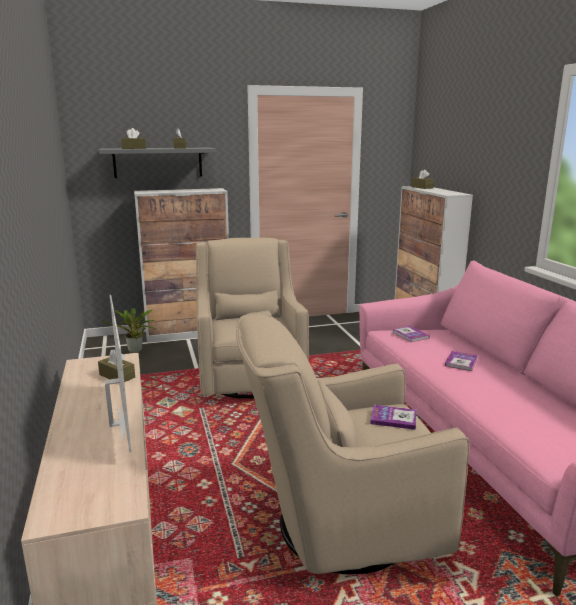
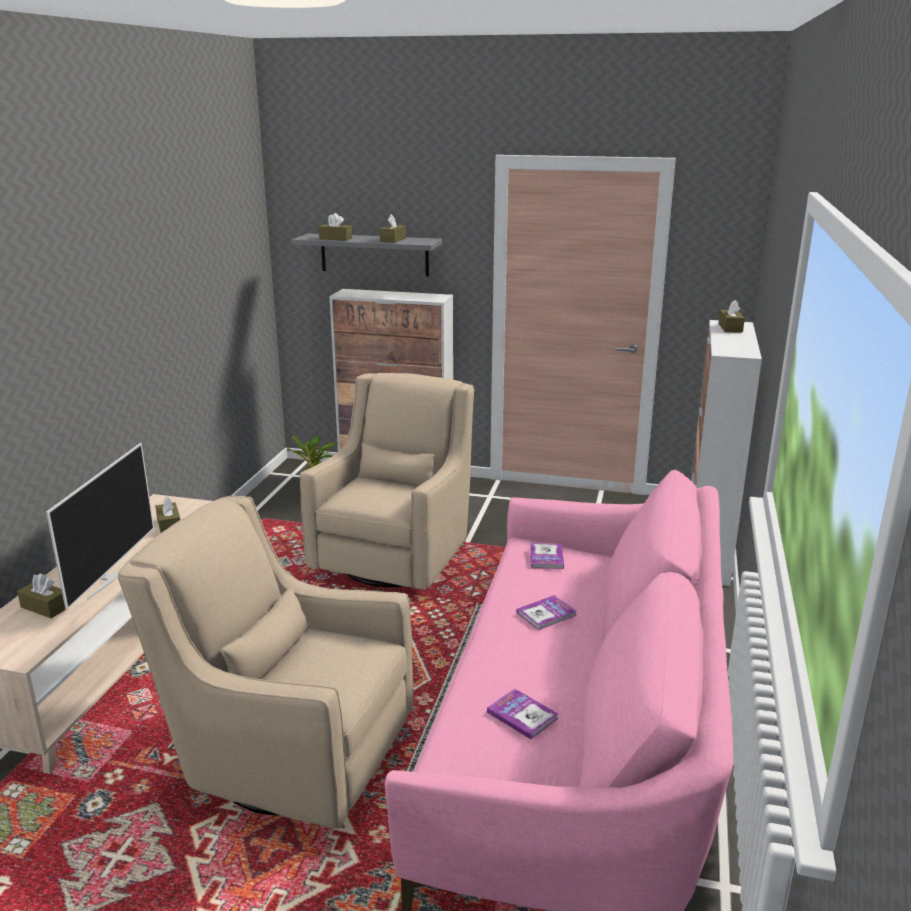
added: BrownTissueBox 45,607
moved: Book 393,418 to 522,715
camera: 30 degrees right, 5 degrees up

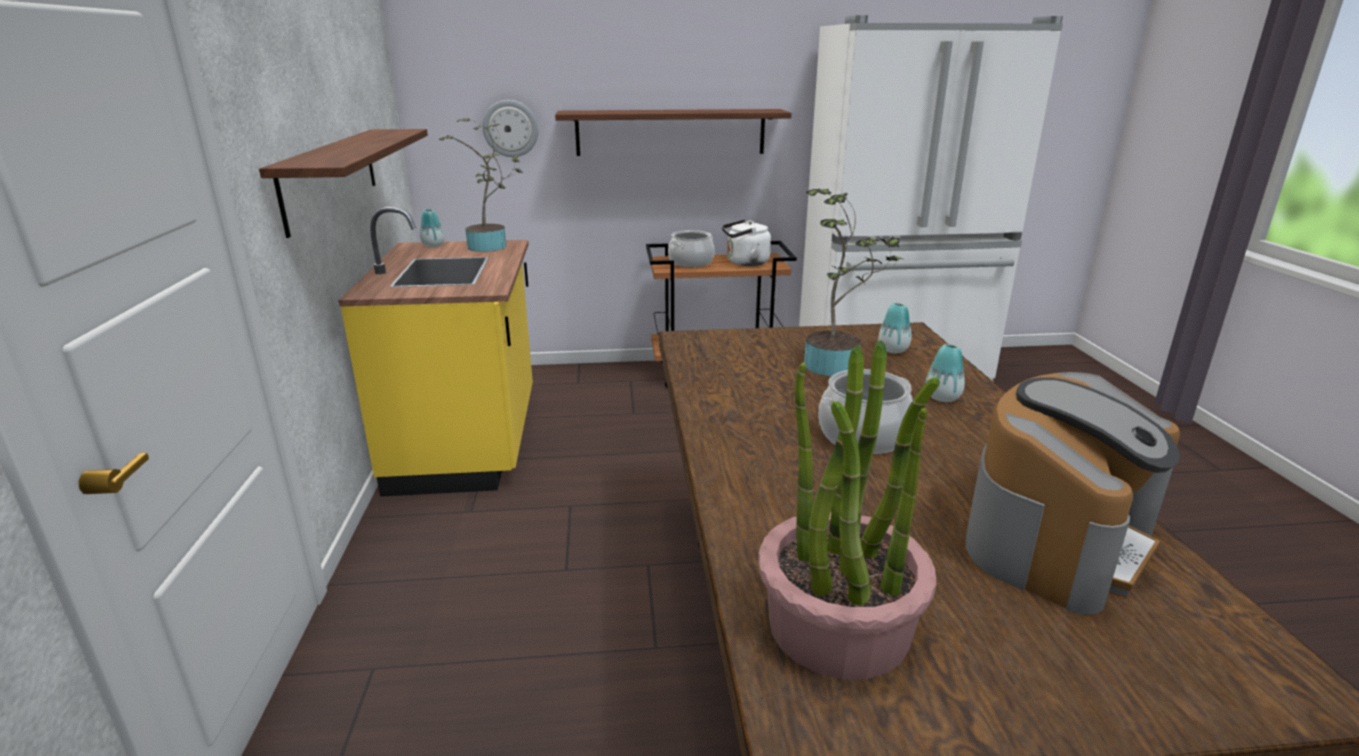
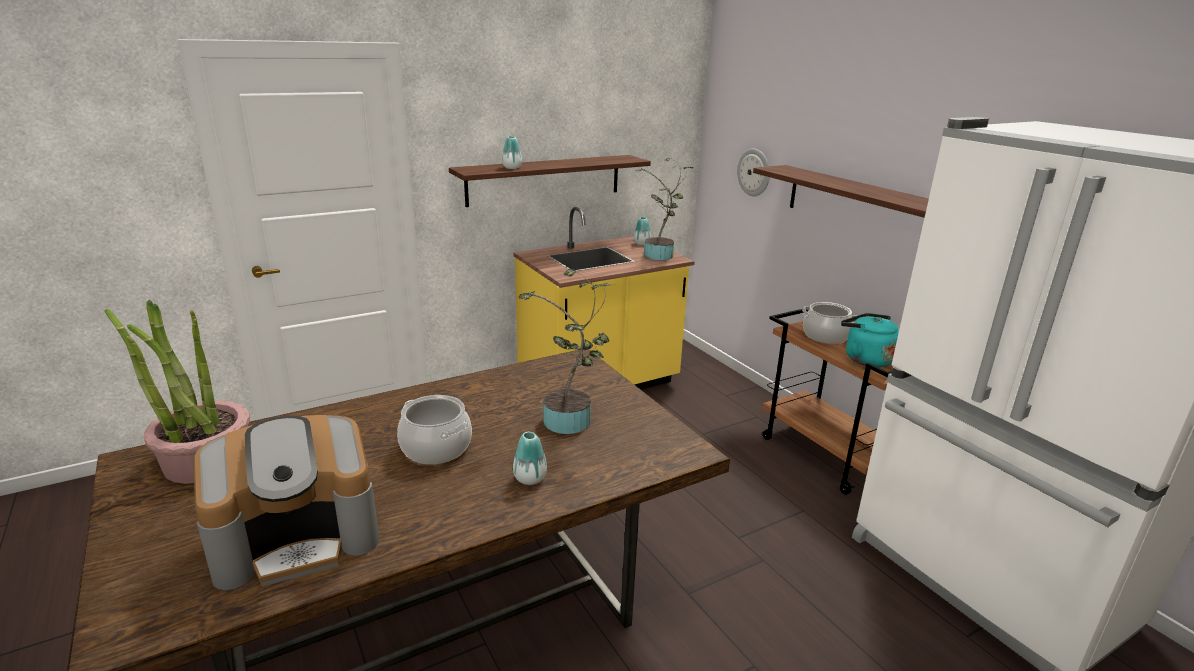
moved: Vase 893,350 to 512,168
recoloured: WhiteKettle 745,263 to TurquoiseKettle 865,359
turned: CoffeeMachine 1057,539 = 298,537 45 degrees counterclockwise
camera: 65 degrees right, 0 degrees up

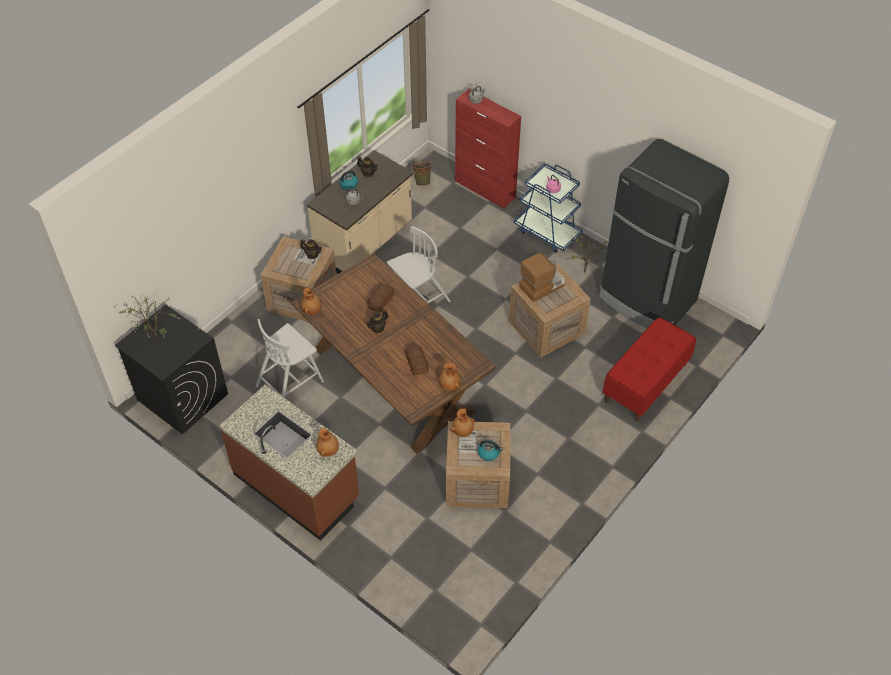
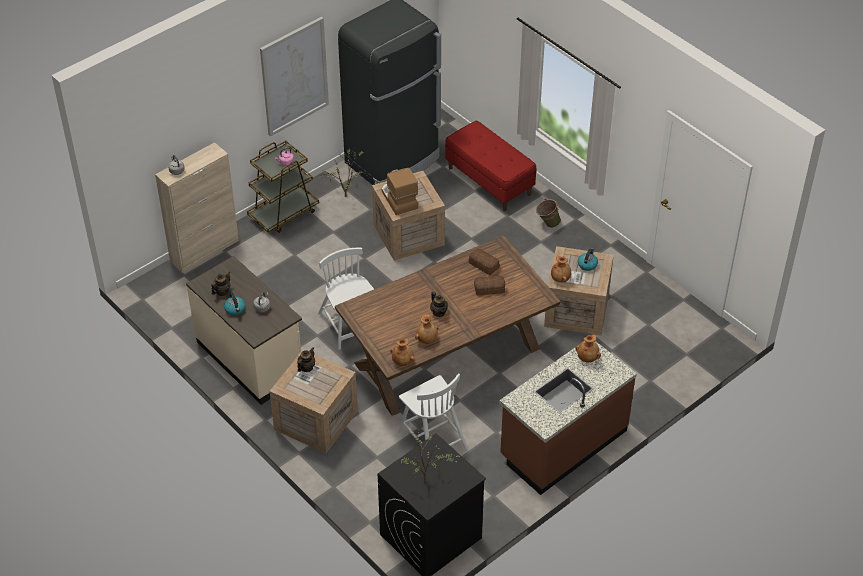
added: Picture 294,76
moved: BrownVase 449,385 to 427,339; Bread 380,301 to 484,265; GreenBucket 422,181 to 547,223
recoloured: RedCabinet 485,189 to BeigeCabinet 205,250; BlueCart 547,232 to BrownCart 284,213
camera: 80 degrees left, 5 degrees down

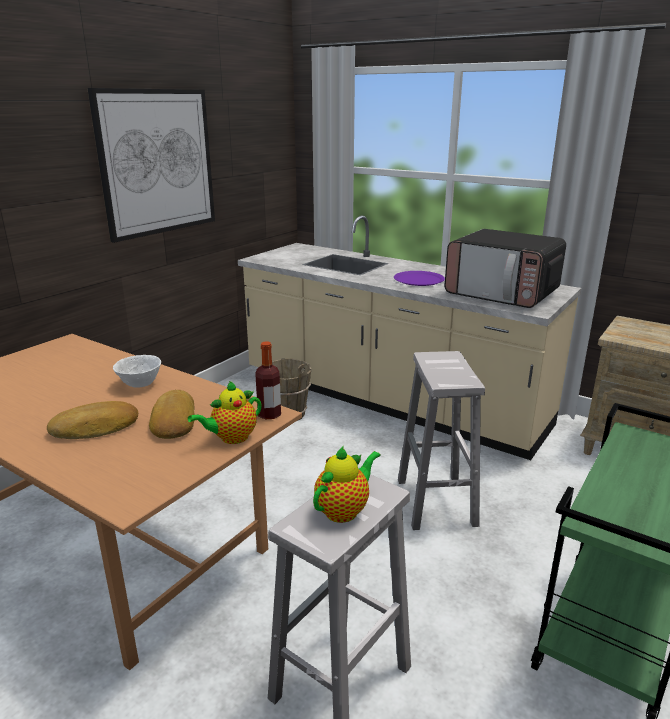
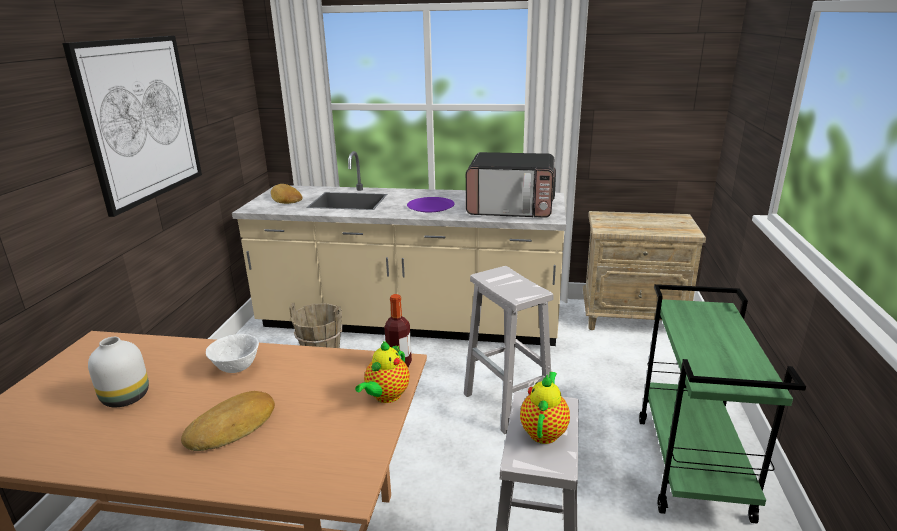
added: WhiteVase 126,398
moved: Bread 172,421 to 285,199
camera: 25 degrees left, 0 degrees up

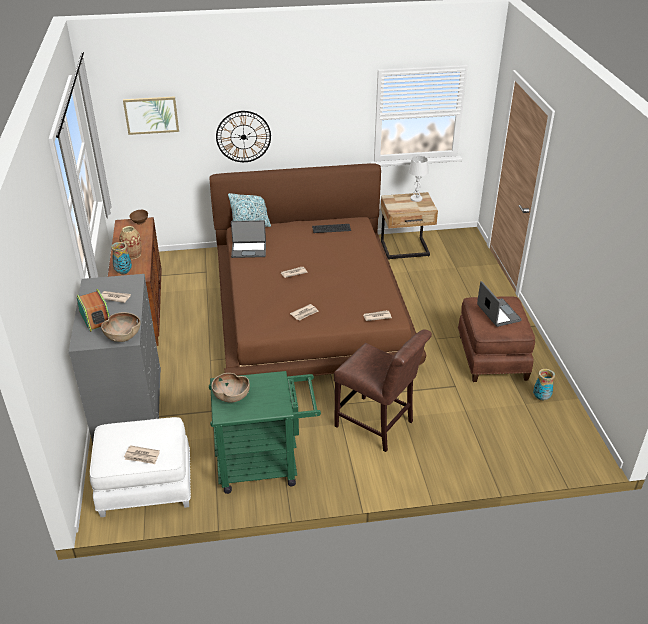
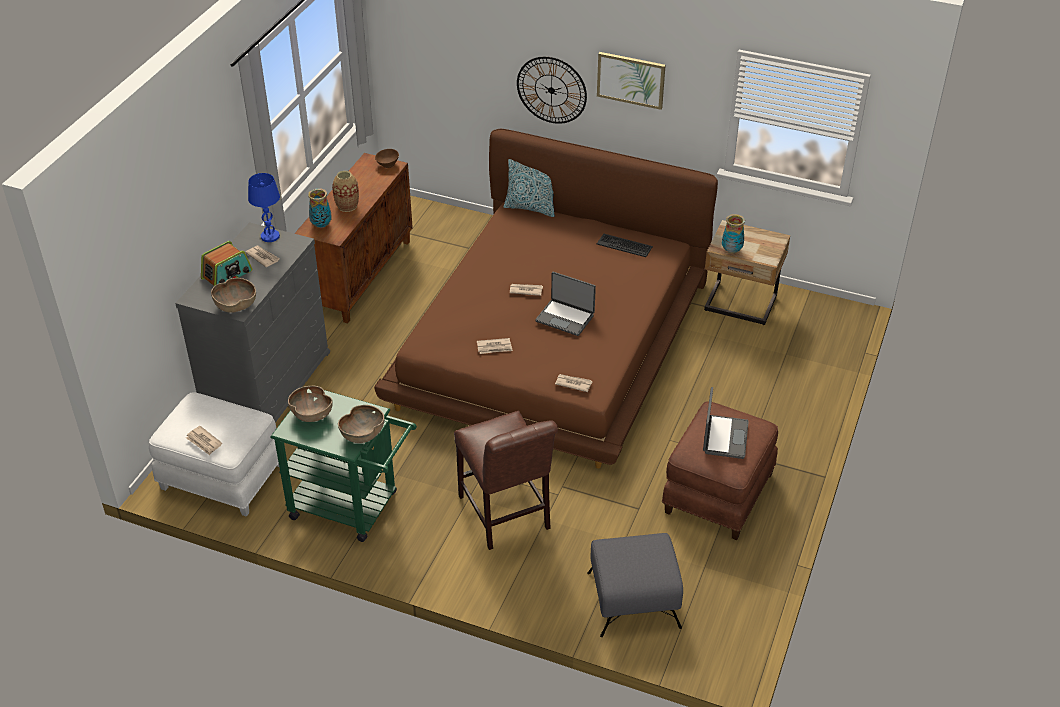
removed: WhiteTableLamp 416,198
added: BlueTableLamp 270,236; BrownBowl 363,434; GreyOttoman 632,599
moved: Laptop 249,250 to 565,317; Picture 151,115 to 631,79; Vase 541,398 to 731,250
turned: Radio 96,318 = 227,275 45 degrees clockwise
camera: 30 degrees right, 5 degrees up

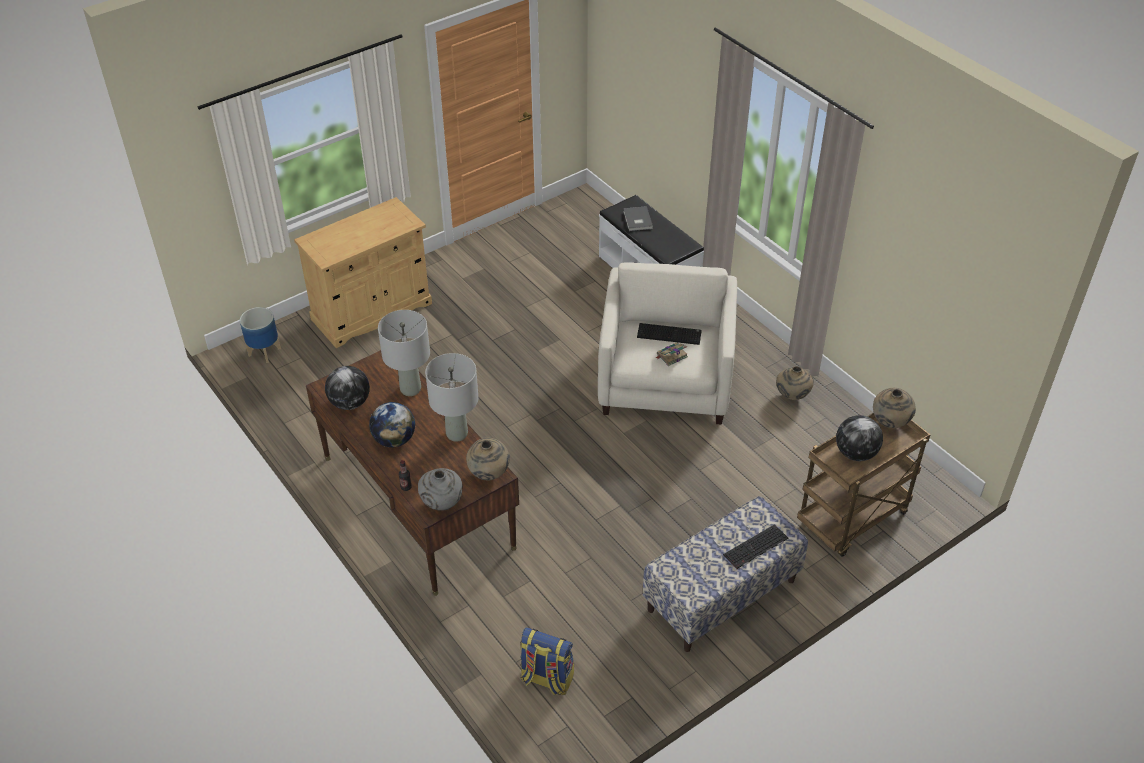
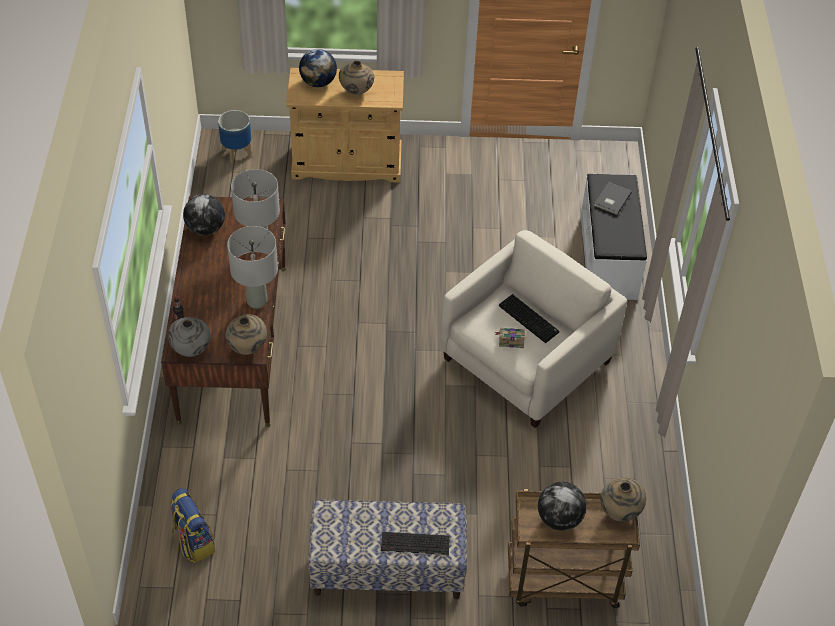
moved: Globe 394,440 to 318,82; BeigeVase 792,397 to 356,92
camera: 35 degrees right, 5 degrees up

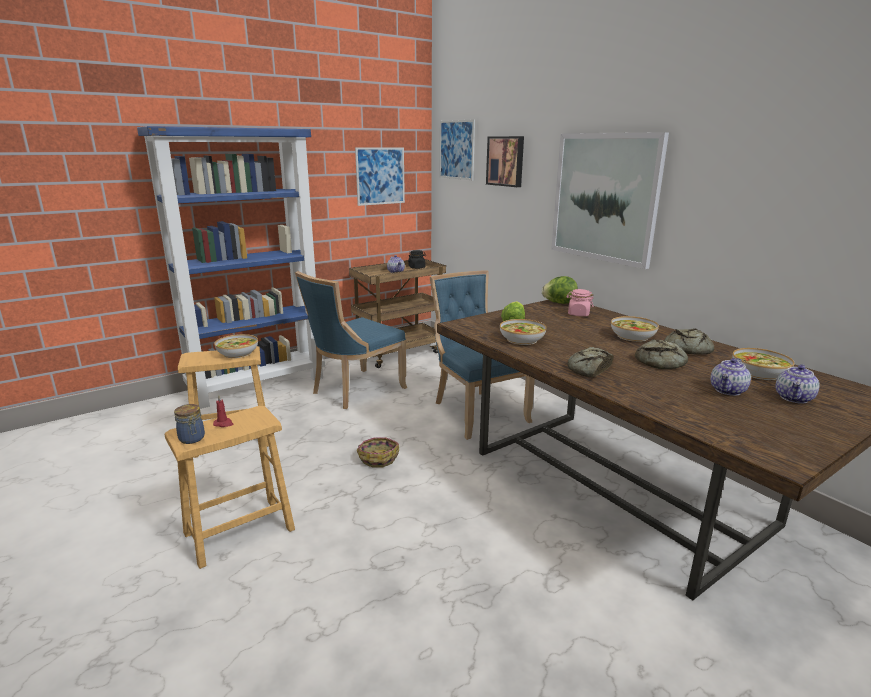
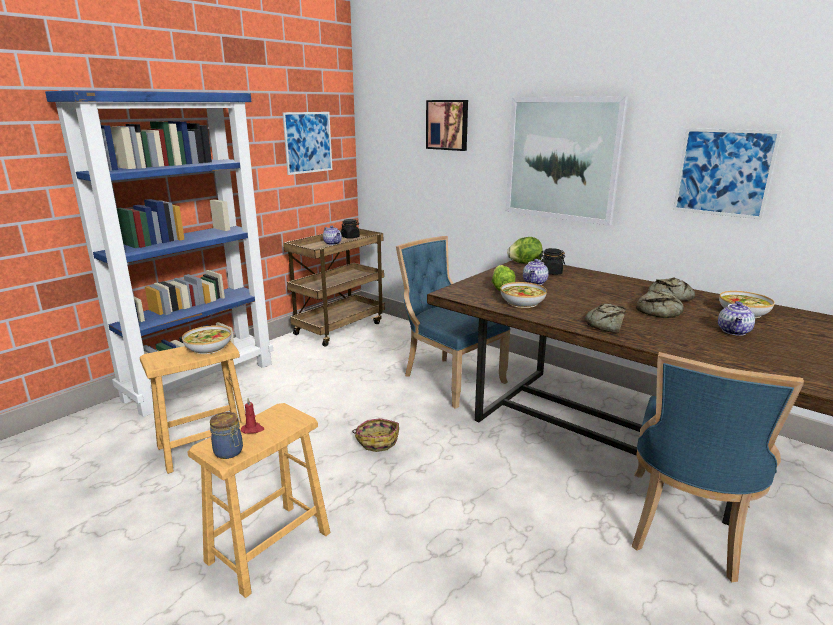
removed: Bowl 632,336
moved: Teapot 794,398 to 535,282; BlueChair 354,390 to 685,527; Picture 456,150 to 723,172
recoloured: PinkJar 578,314 to BlackJar 550,272
camera: 15 degrees left, 0 degrees up

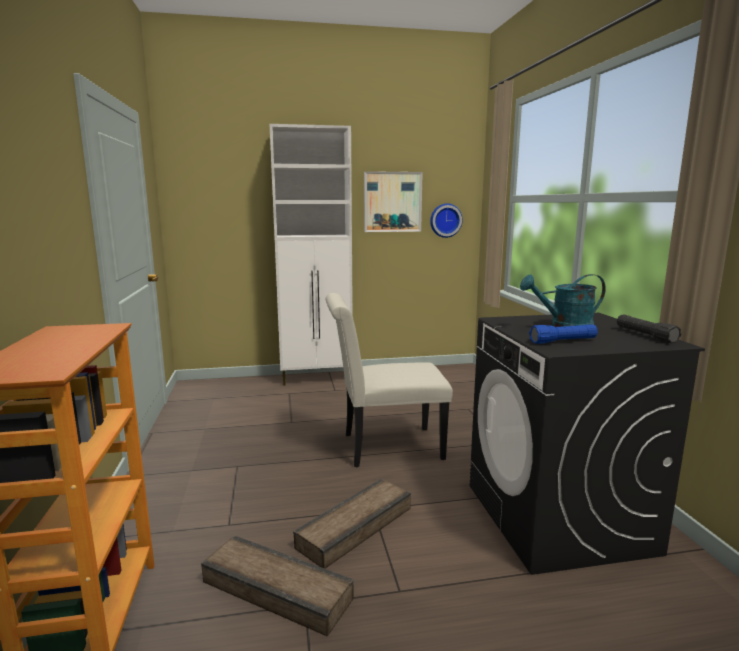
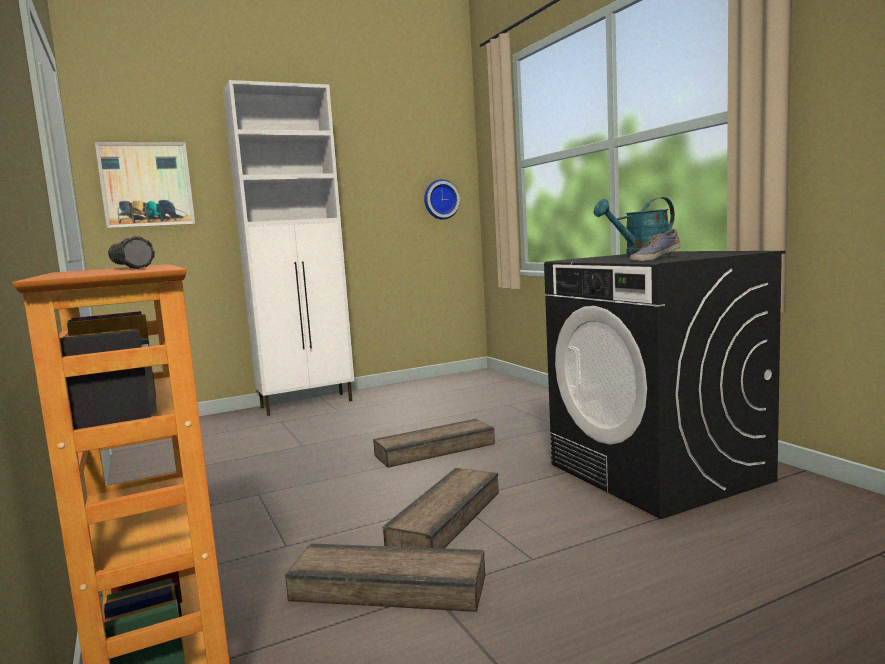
moved: Picture 392,202 to 146,184; BlackFlashlight 645,335 to 130,268
replaced: WhiteChair 385,447 to Crate 434,449; BlueFlashlight 563,341 to Shoe 654,259
camera: 15 degrees left, 5 degrees down

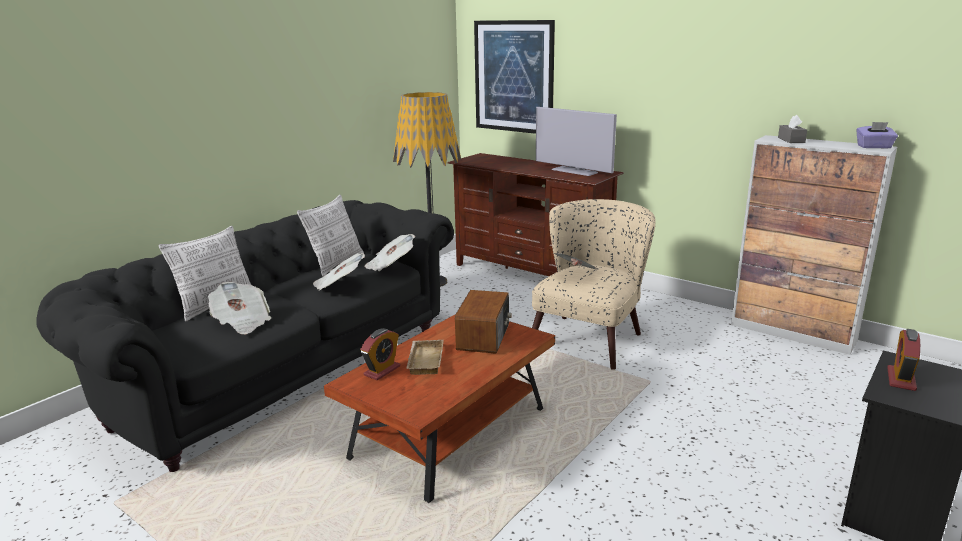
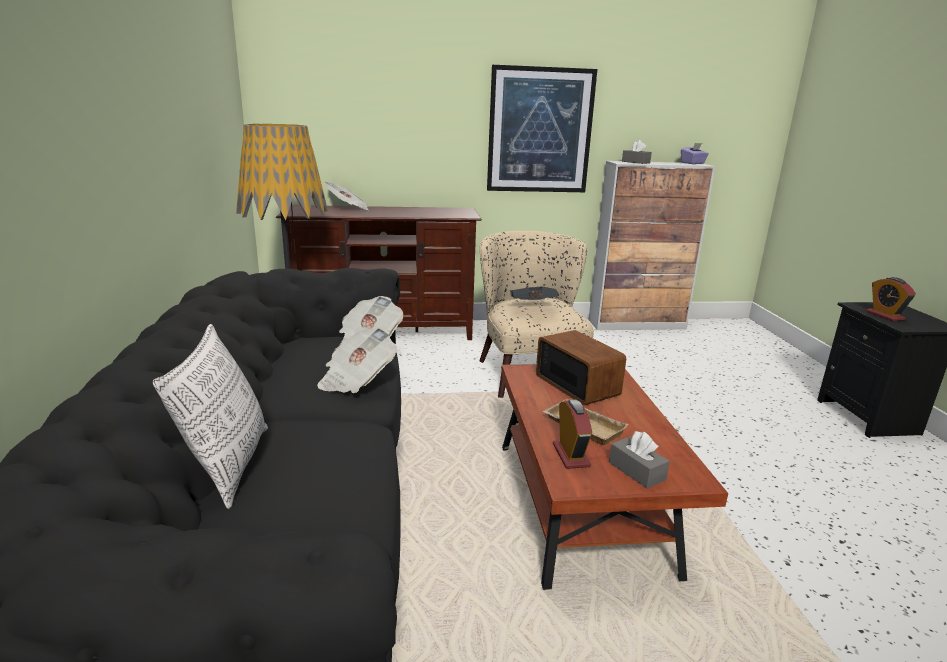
removed: Pillow 336,263; Television 574,171
added: GreyTissueBox 636,471
moved: Newspaper 242,322 to 348,208; Picture 513,77 to 540,131
camera: 45 degrees left, 0 degrees up

